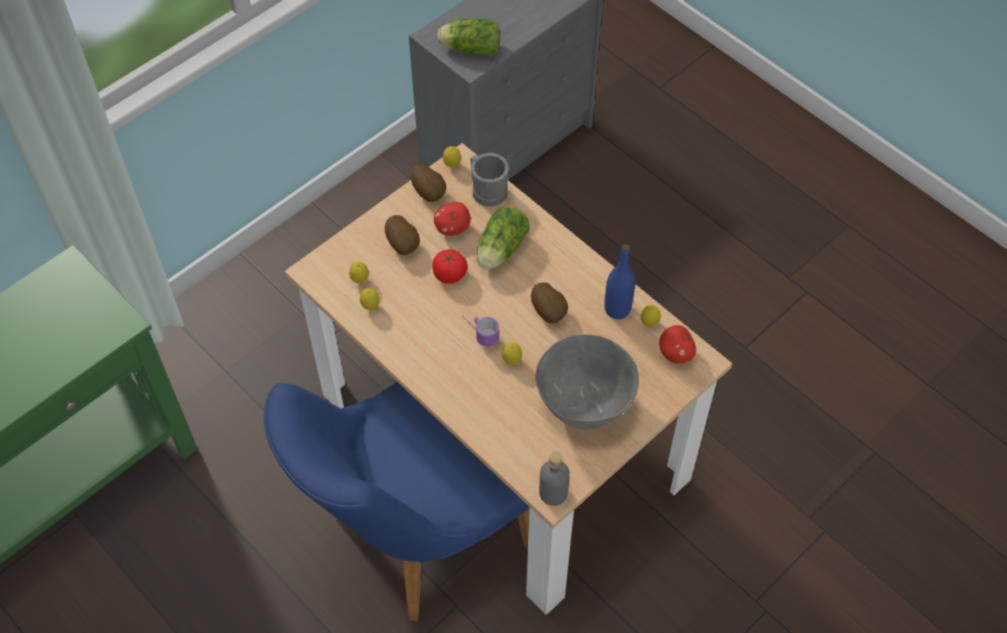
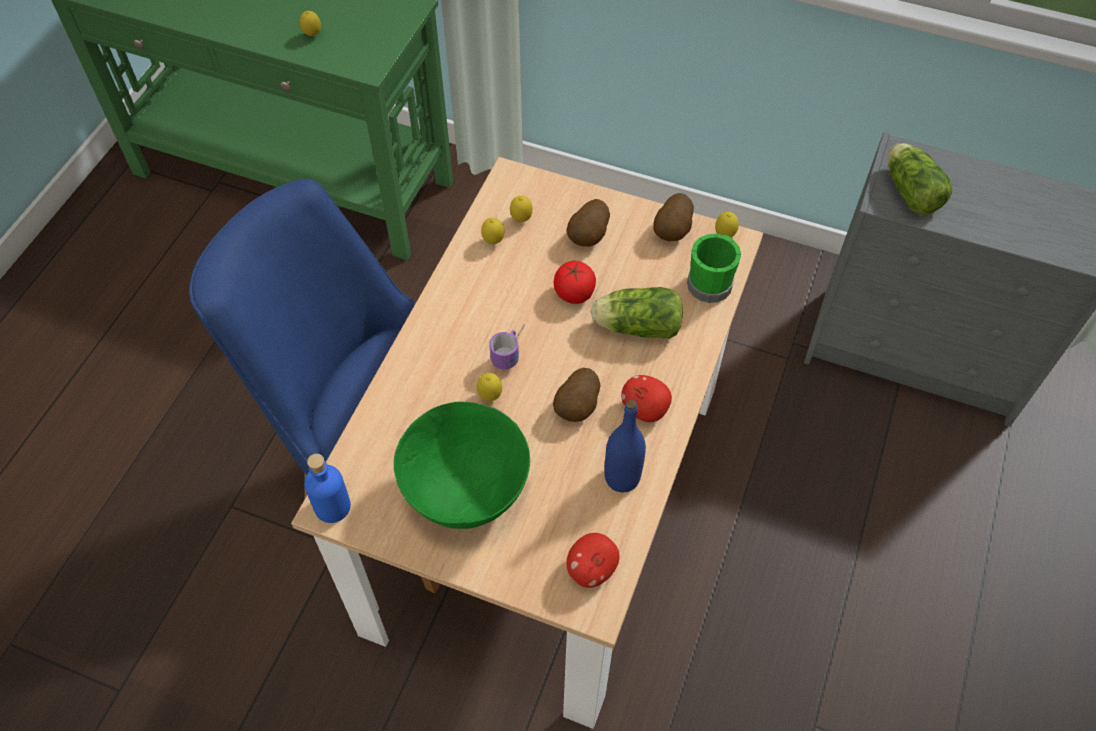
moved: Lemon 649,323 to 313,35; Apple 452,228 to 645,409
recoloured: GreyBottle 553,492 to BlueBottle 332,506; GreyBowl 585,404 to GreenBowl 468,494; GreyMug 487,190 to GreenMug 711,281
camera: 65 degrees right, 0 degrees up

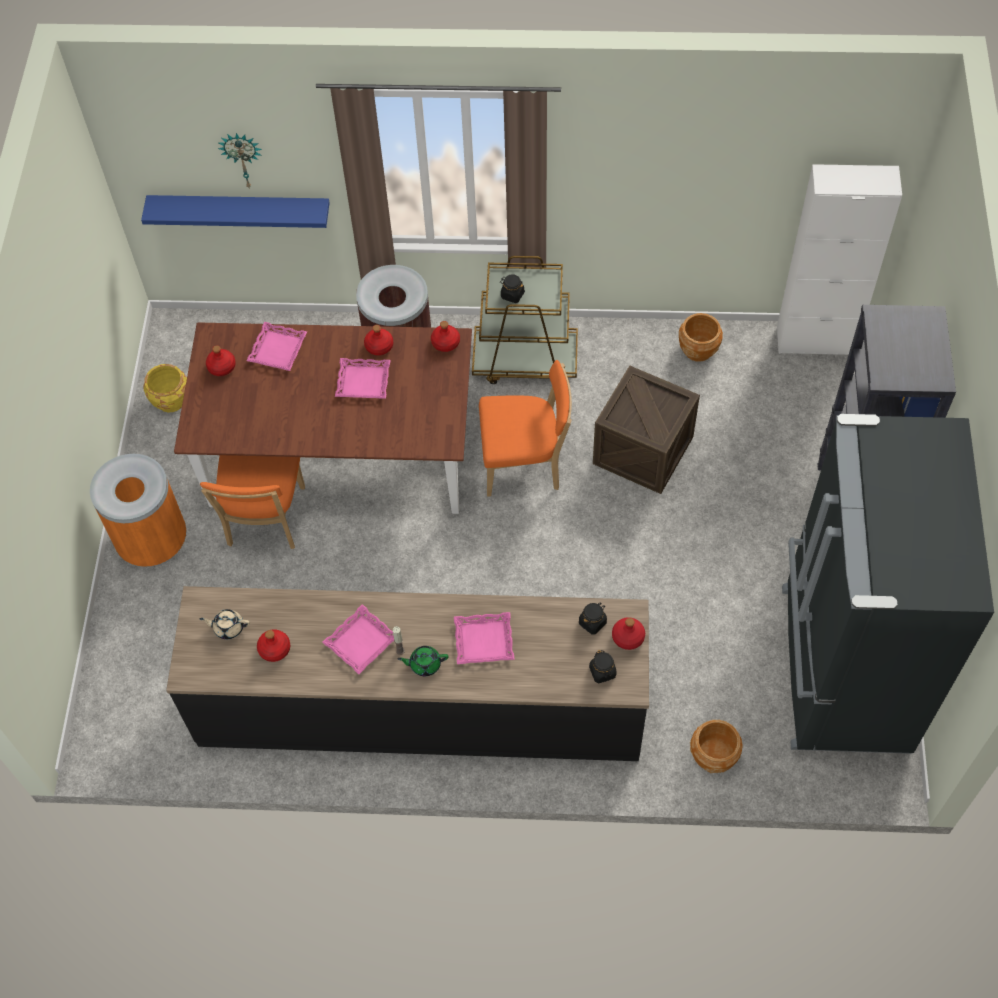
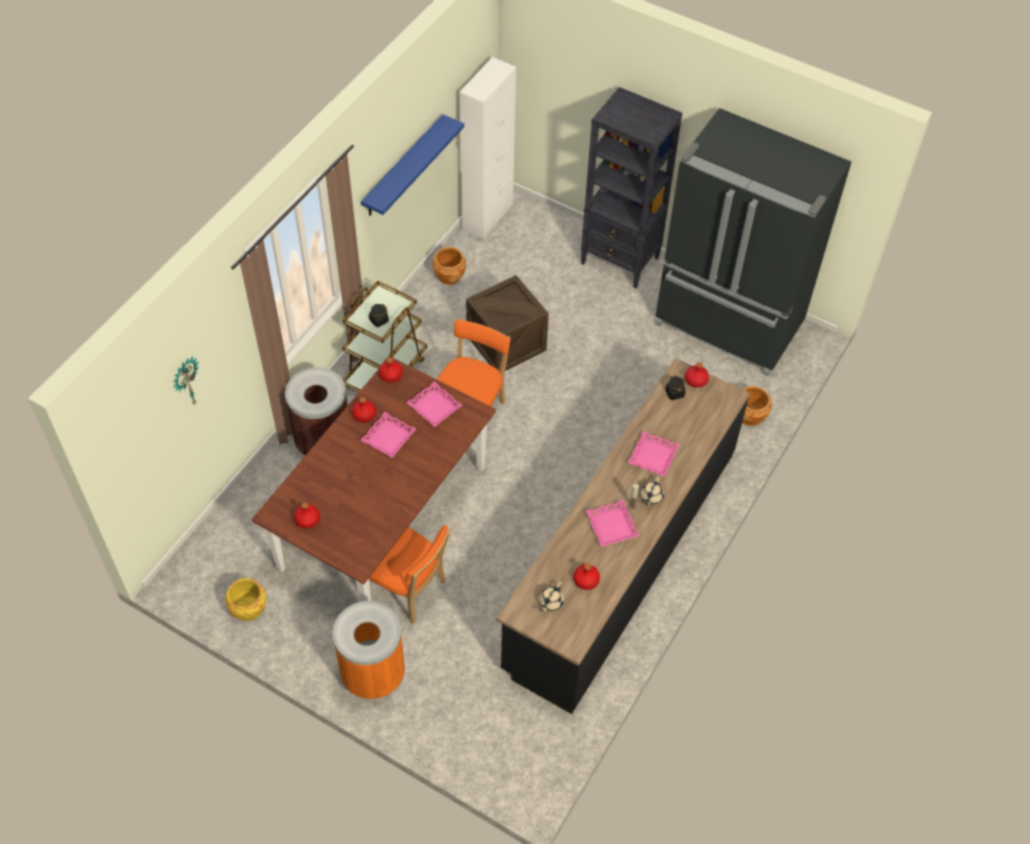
removed: BlackJar 602,672
moved: BlueShelf 240,209 to 403,167; PinkTray 277,349 to 434,407
recoloured: GreenTeapot 424,664 to BeigeTeapot 651,497
camera: 65 degrees left, 5 degrees down

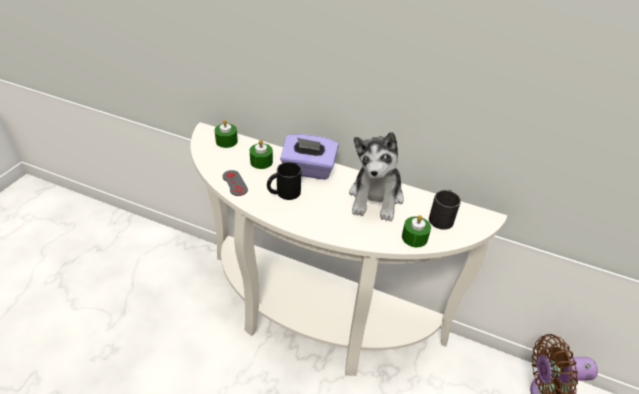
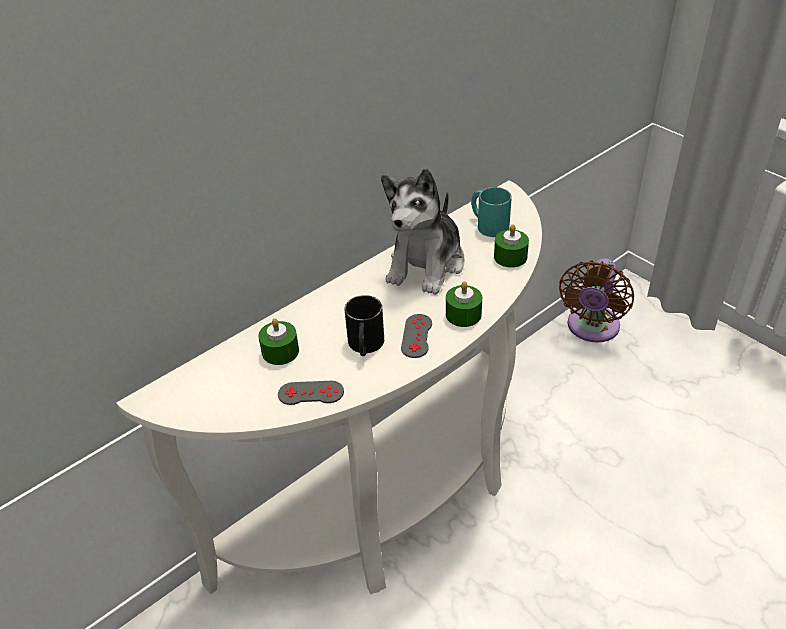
removed: PurpleTissueBox 308,170
added: GreyGameController 416,336
moved: GreenCandle 226,141 to 463,314
recoloured: BlackMug 442,217 to TurquoiseMug 488,224
turned: PlushToy 376,198 = 426,264 75 degrees clockwise
camera: 60 degrees left, 0 degrees up

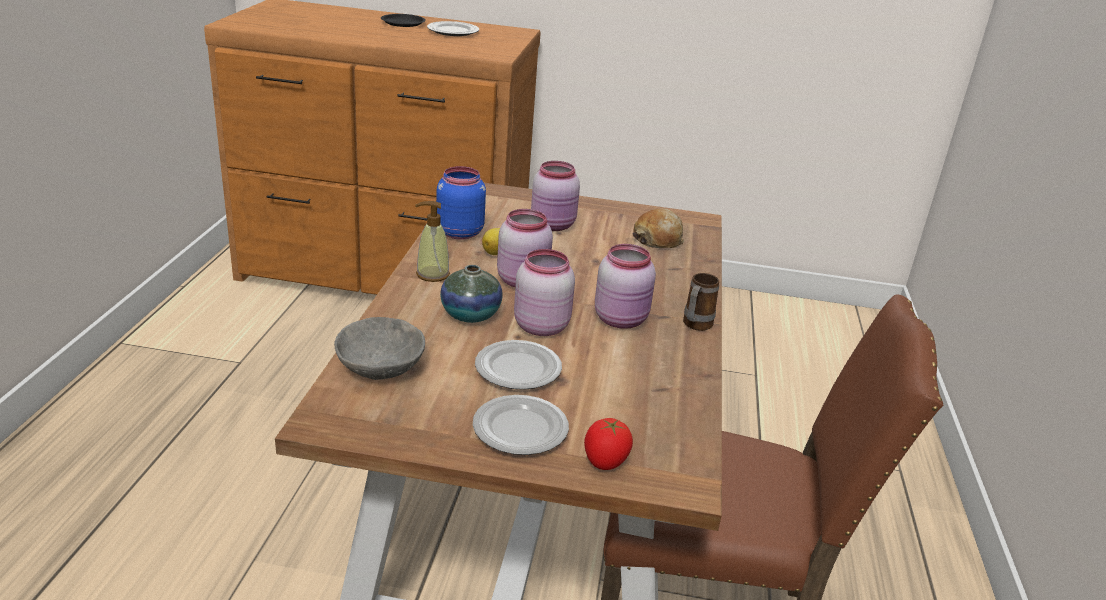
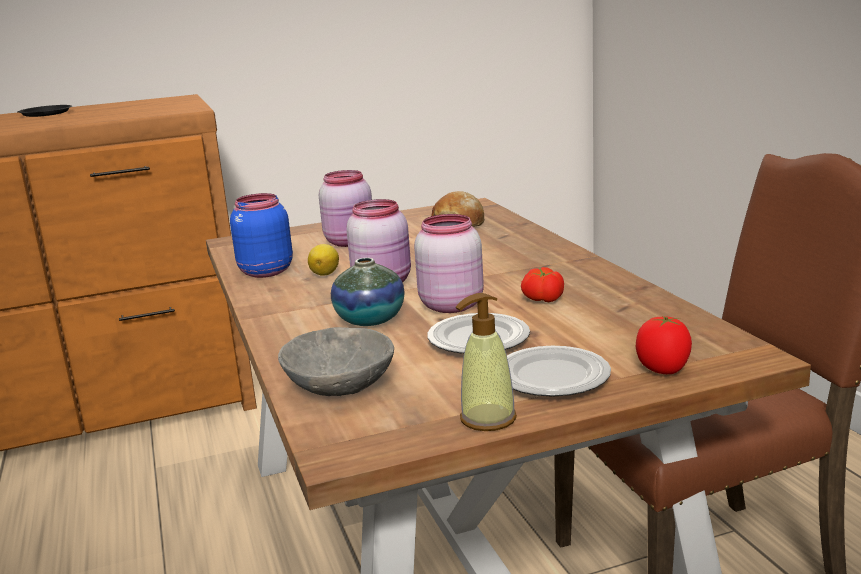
removed: Plate 453,31; PinkJar 622,319; Mug 695,326
added: Tomato 543,299
moved: SoapDispenser 432,274 to 487,419
camera: 25 degrees left, 10 degrees down

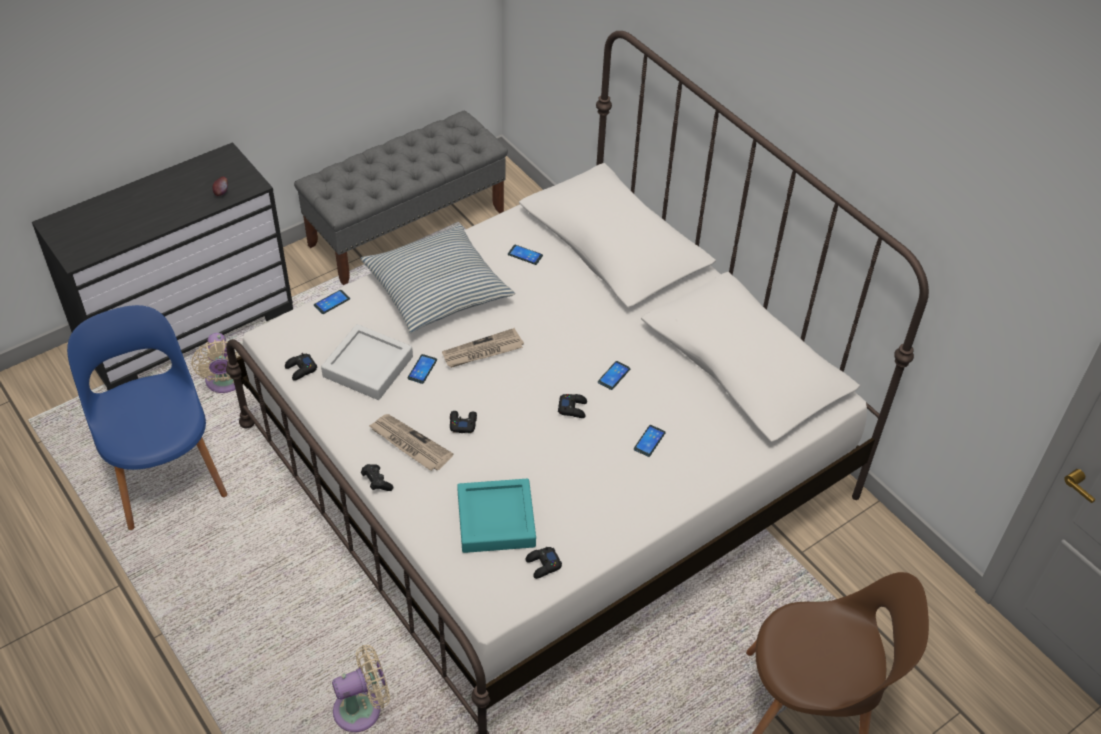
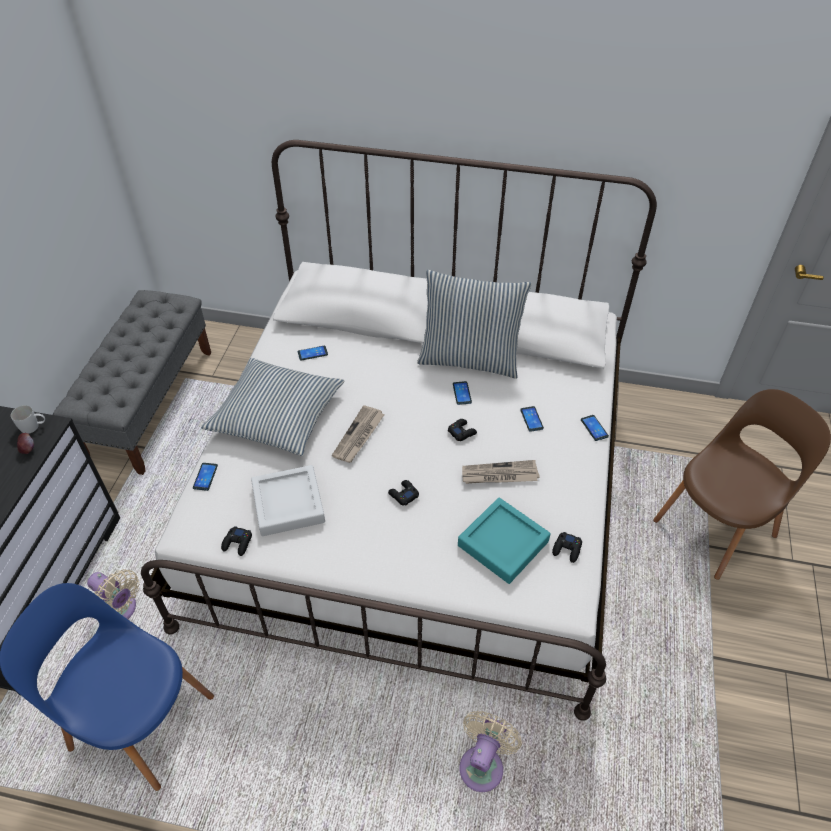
removed: BlackGameController 376,482
added: WhiteMug 34,427; Pillow 469,359
moved: Newspaper 409,444 to 499,475; Phone 422,369 to 594,428
camera: 40 degrees left, 0 degrees up

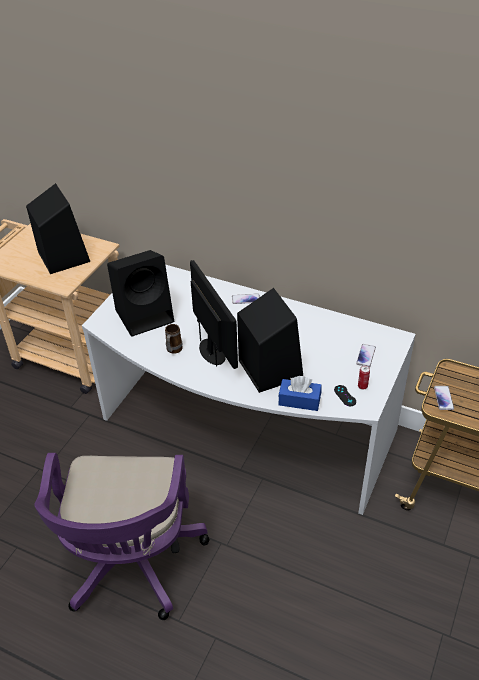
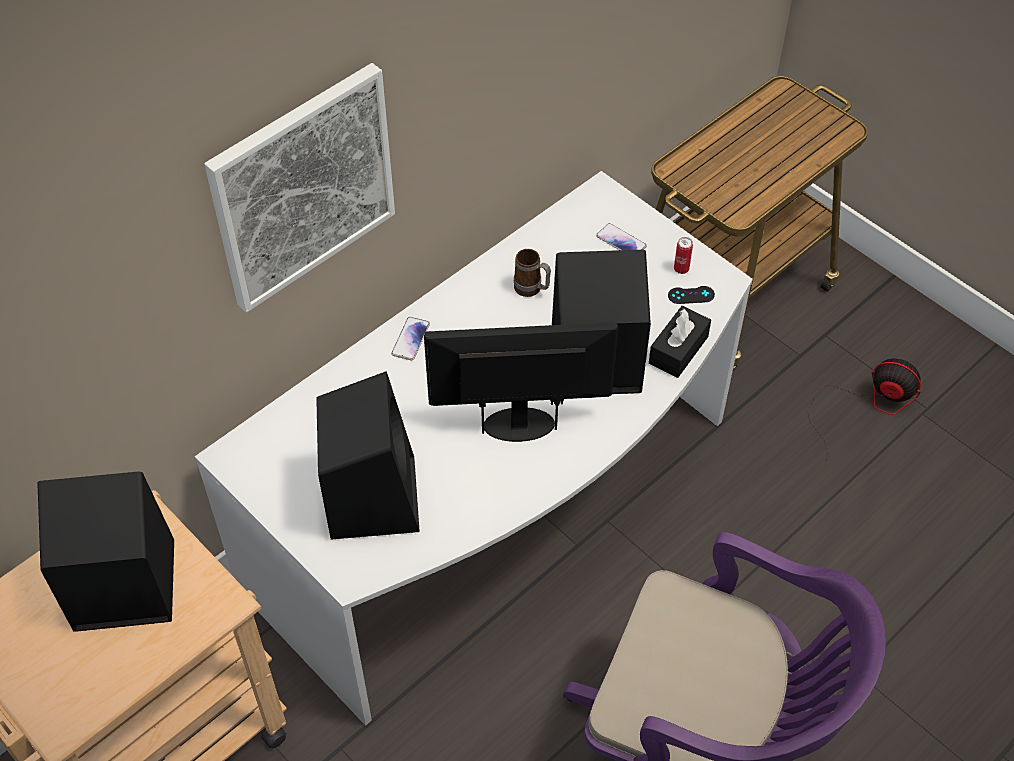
removed: Phone 443,398
added: Picture 302,187; Fan 866,406
moved: Mug 173,351 to 532,290
recoloured: BlueTissueBox 299,400 to BlackTissueBox 678,350
camera: 70 degrees left, 10 degrees up

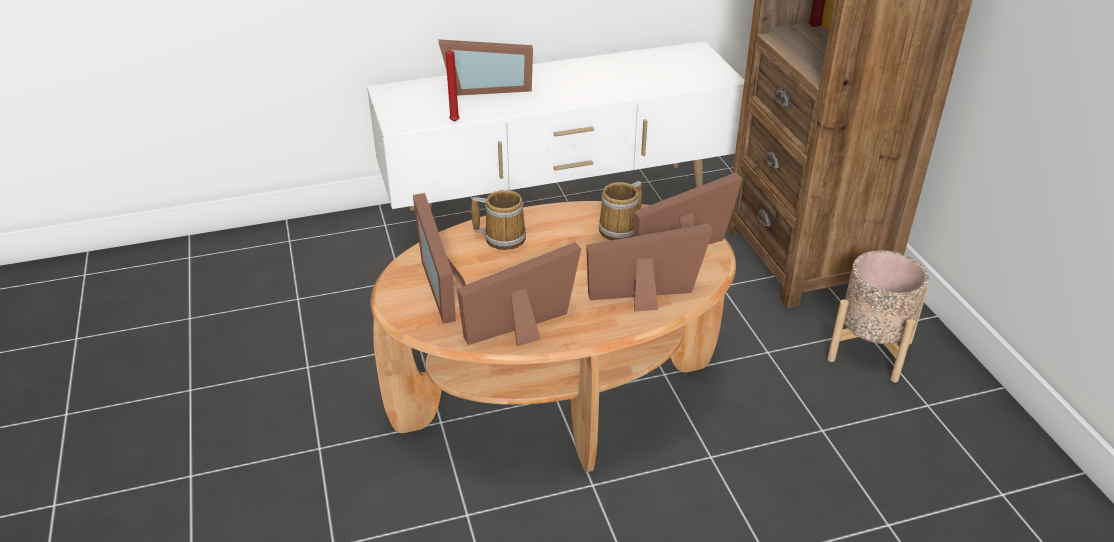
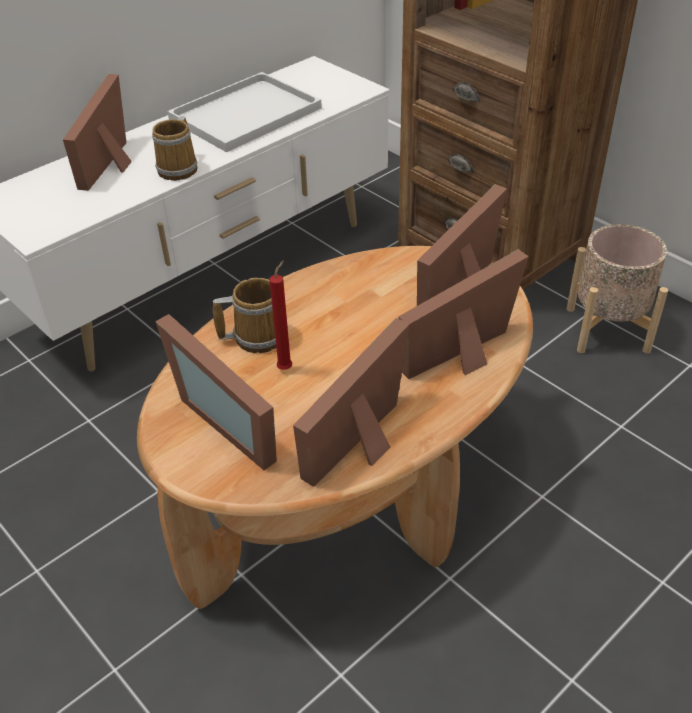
added: WhiteTray 244,115
moved: Mug 622,229 to 180,168; RedCandle 456,121 to 286,367
turned: PictureFrame 487,87 = 114,163 135 degrees clockwise
camera: 25 degrees left, 5 degrees up

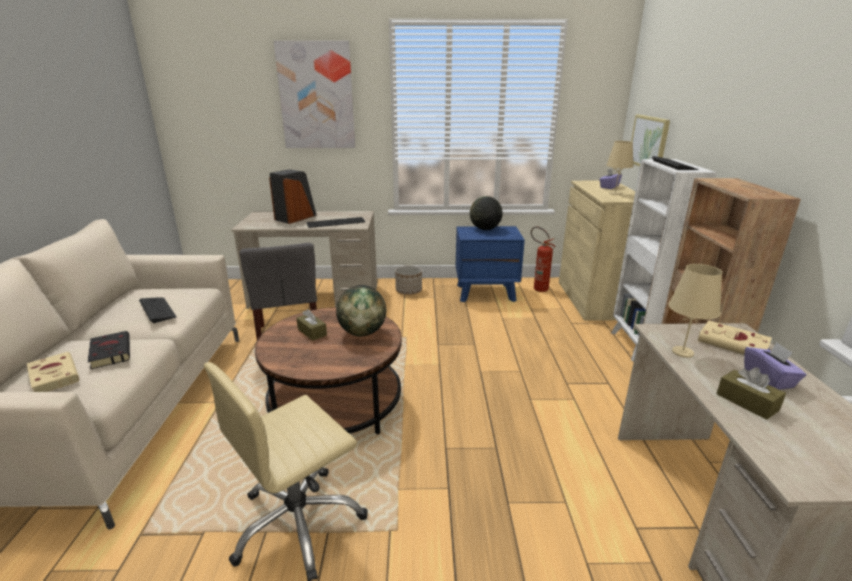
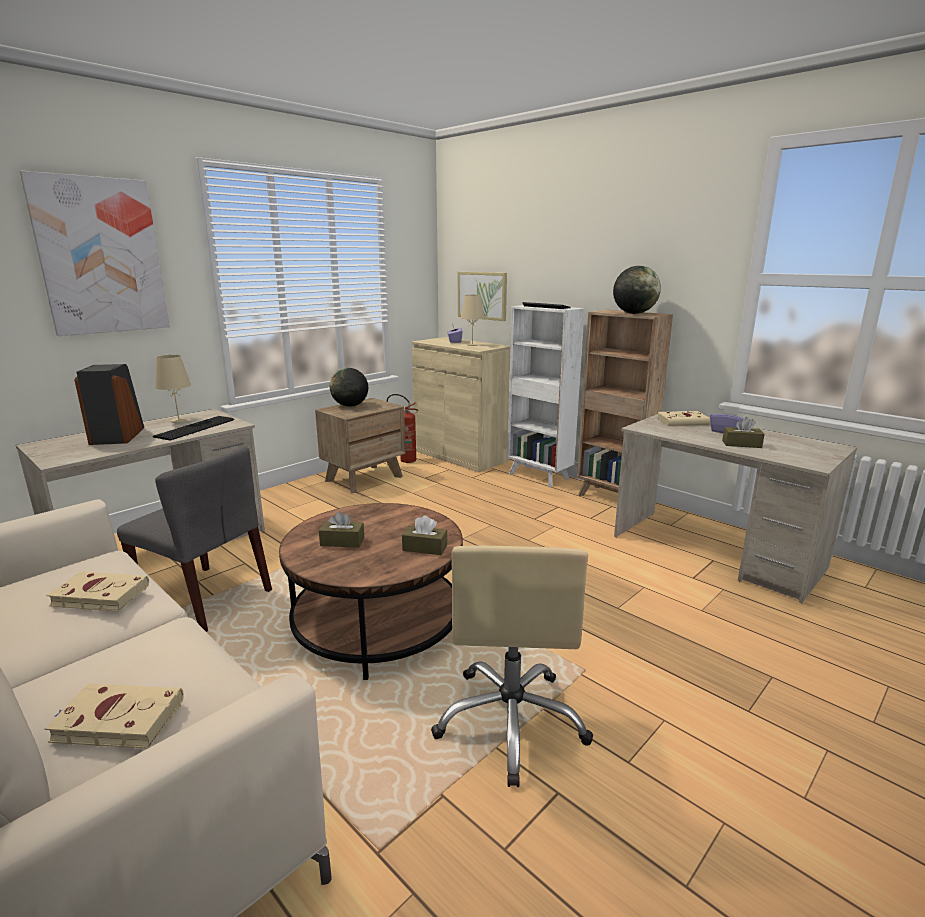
removed: BlackBook 110,352; Planter 408,290
added: BrownTissueBox 425,548
moved: BeigeTableLamp 682,352 to 179,420; Globe 362,333 to 634,313
replaced: Keyboard 157,310 to BeigeBook 98,596
recoloured: BlueNightstand 486,292 to BrownNightstand 364,478
camera: 45 degrees left, 5 degrees down

